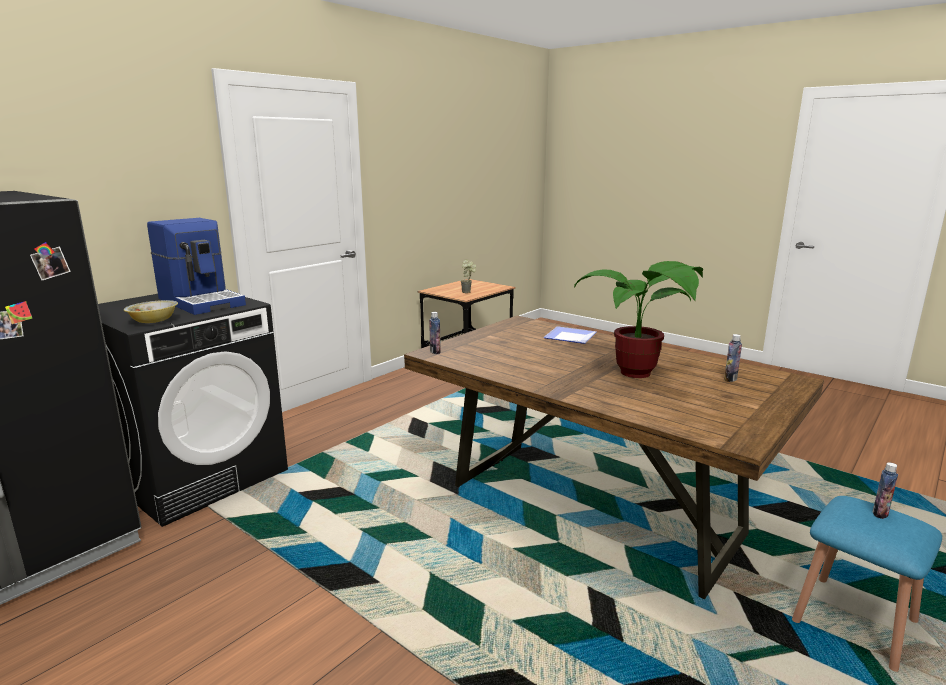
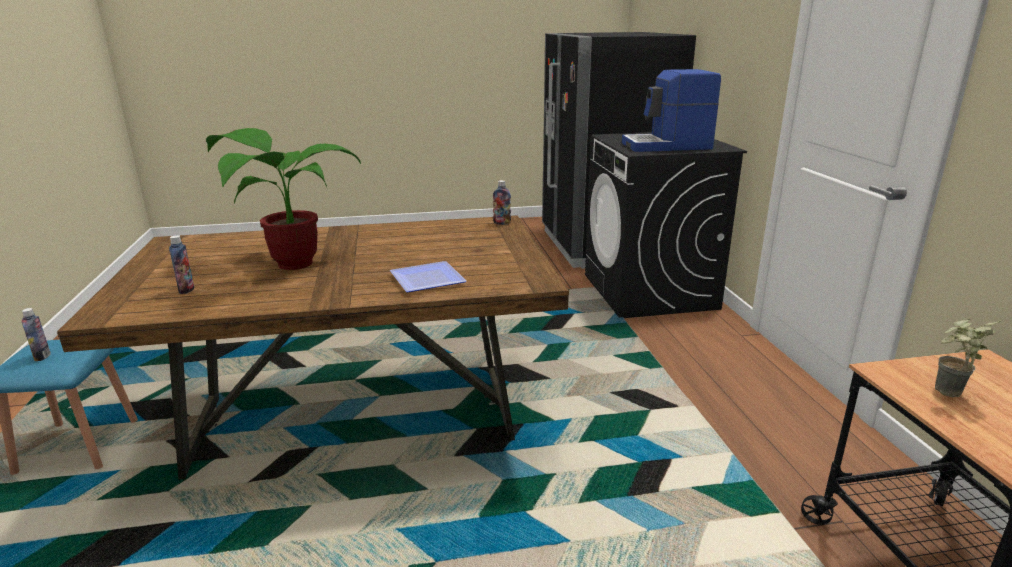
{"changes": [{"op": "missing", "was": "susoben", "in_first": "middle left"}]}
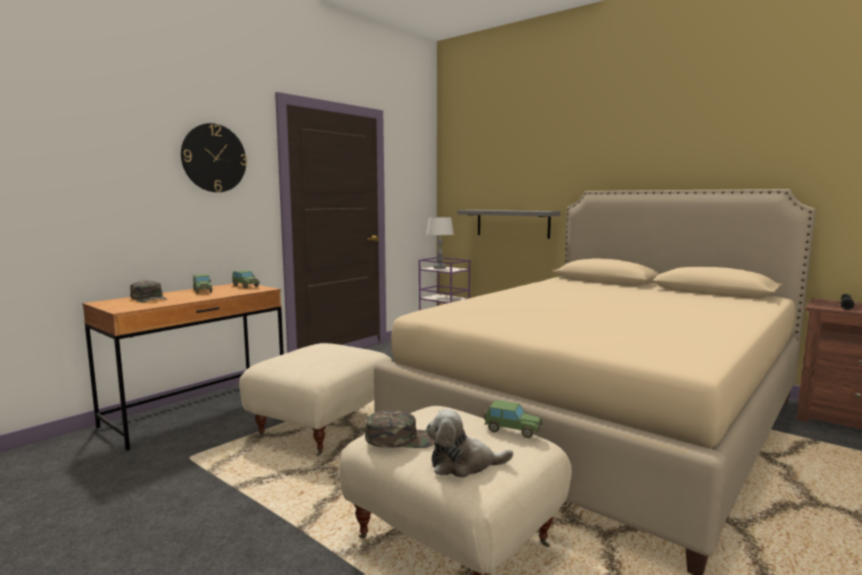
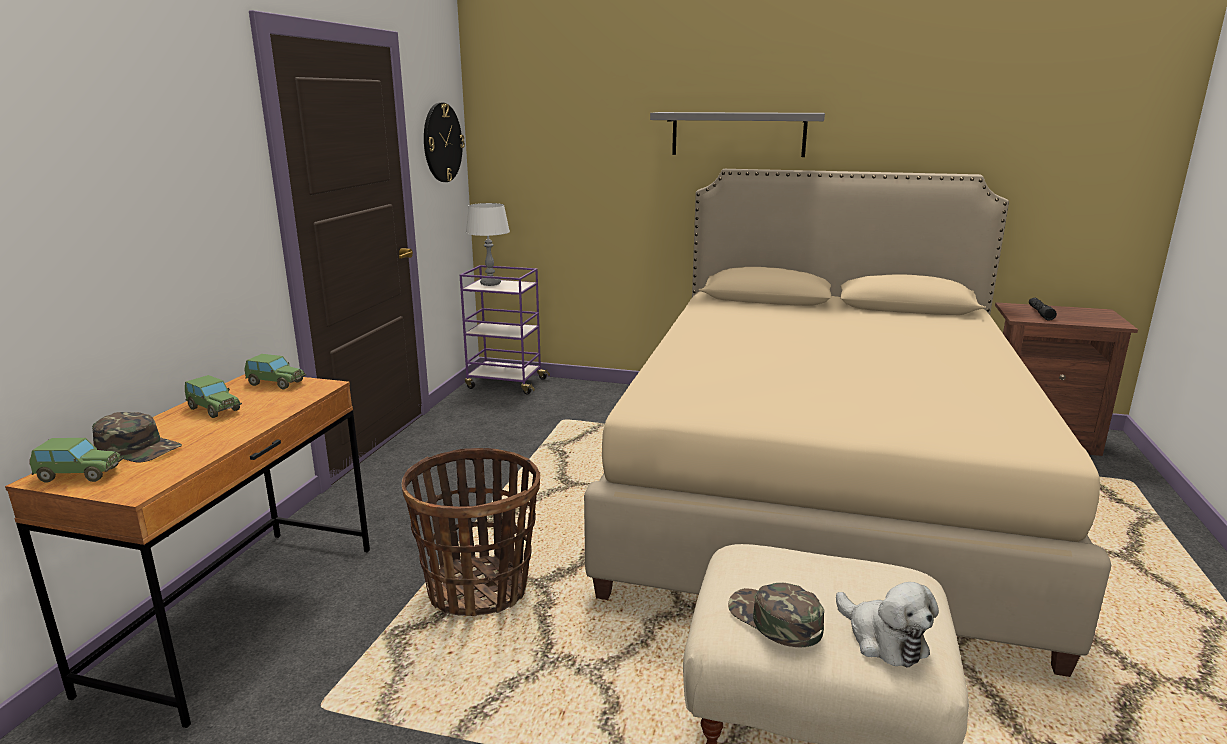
{"changes": [{"op": "relocated", "was": "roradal (no. 3 from left in the first image)", "now": "roradal (no. 1 from left)", "in_first": "bottom centre", "in_second": "middle left"}, {"op": "exchanged", "was": "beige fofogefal (no. 1 from left)", "now": "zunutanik", "in_first": "bottom centre", "in_second": "bottom centre"}, {"op": "relocated", "was": "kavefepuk", "in_first": "top left", "in_second": "top centre"}, {"op": "relocated", "was": "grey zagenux", "in_first": "centre", "in_second": "top centre"}, {"op": "spun", "was": "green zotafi (no. 2 from left)", "in_first": "bottom centre", "in_second": "bottom centre", "clockwise": -105}, {"op": "spun", "was": "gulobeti", "in_first": "bottom centre", "in_second": "bottom right", "clockwise": -90}]}
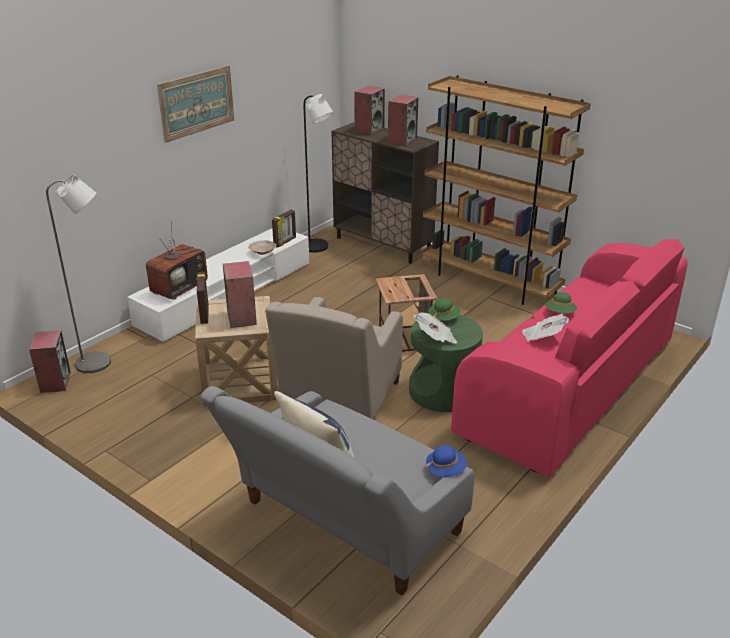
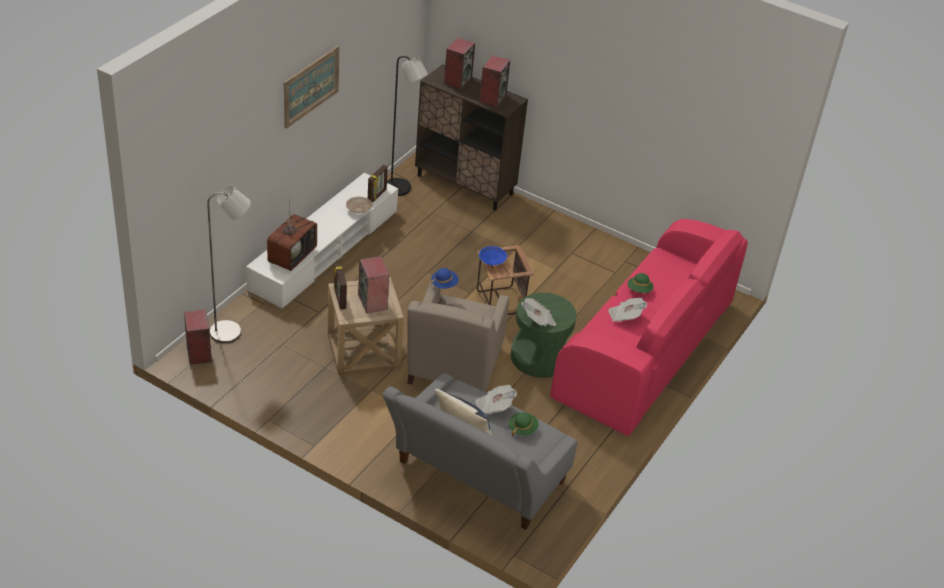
{"changes": [{"op": "relocated", "was": "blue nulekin", "in_first": "bottom centre", "in_second": "centre"}, {"op": "appeared", "now": "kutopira (no. 1 from left)", "in_second": "bottom centre"}, {"op": "appeared", "now": "blue susoben", "in_second": "centre"}, {"op": "relocated", "was": "green nulekin (no. 1 from left)", "in_first": "centre", "in_second": "bottom centre"}, {"op": "missing", "was": "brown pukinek", "in_first": "top right"}]}
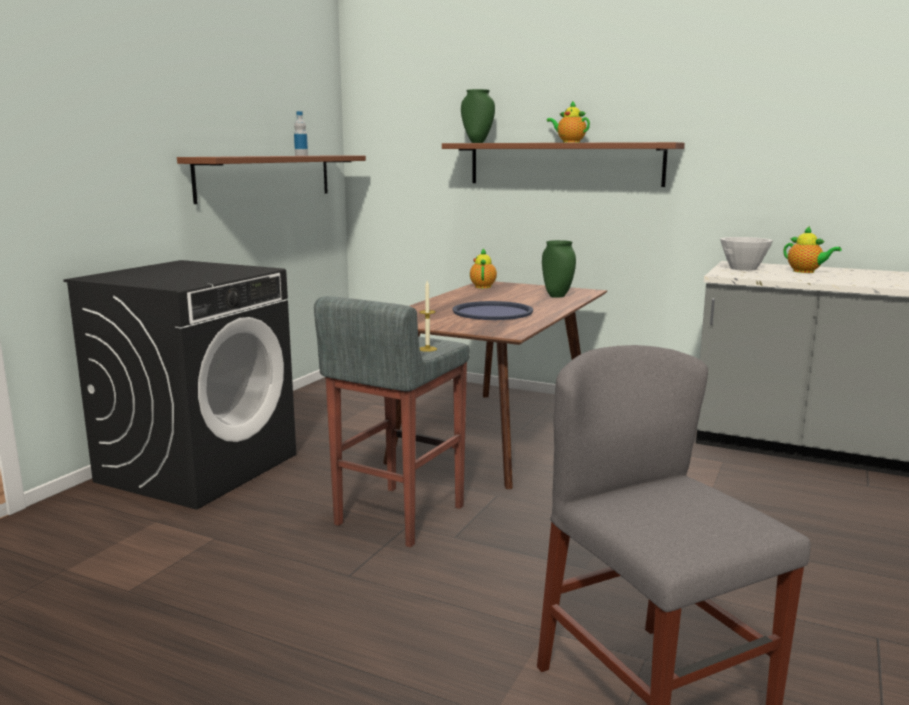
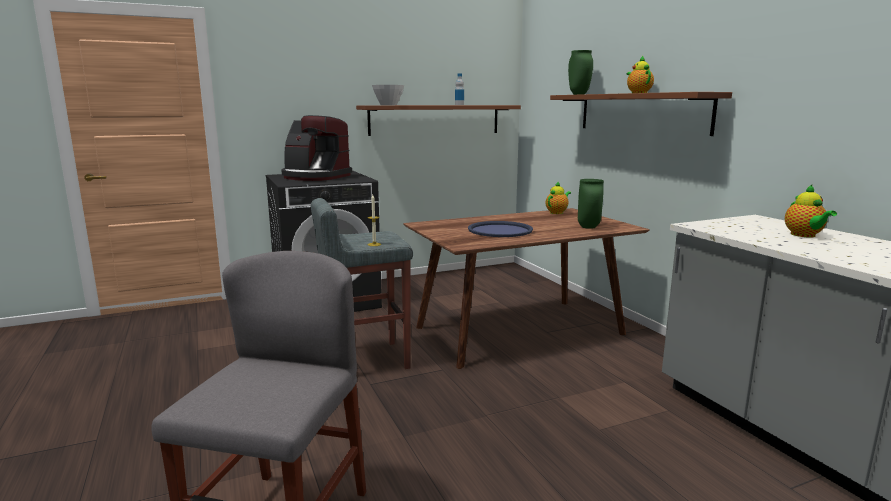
{"changes": [{"op": "appeared", "now": "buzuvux", "in_second": "top centre"}, {"op": "relocated", "was": "white susoben", "in_first": "middle right", "in_second": "top centre"}]}
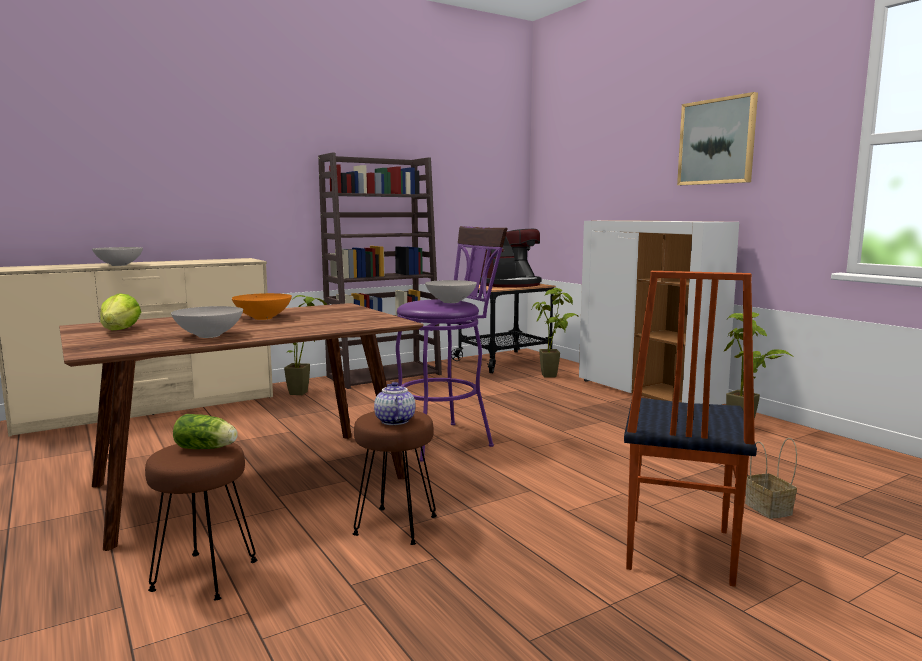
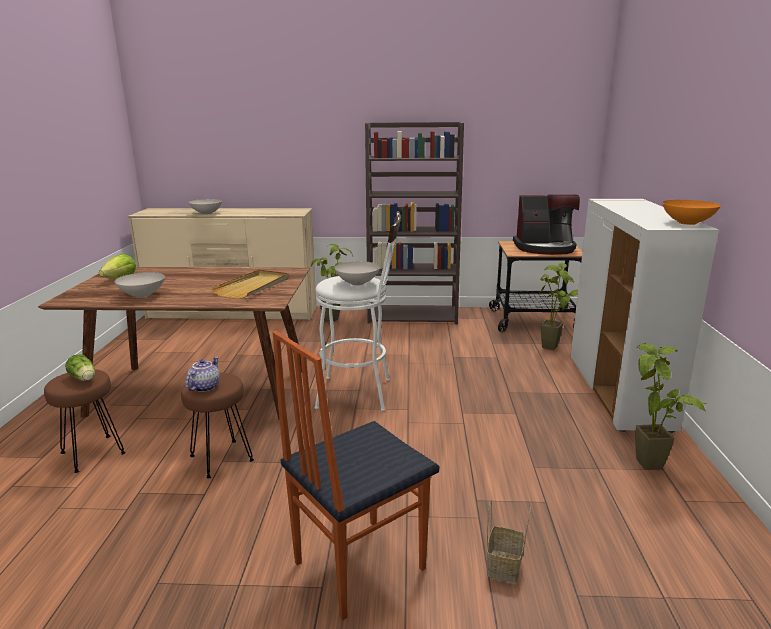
{"changes": [{"op": "appeared", "now": "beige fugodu", "in_second": "middle left"}, {"op": "colour", "was": "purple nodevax", "now": "white nodevax", "in_first": "centre", "in_second": "centre"}, {"op": "relocated", "was": "orange susoben", "in_first": "middle left", "in_second": "middle right"}, {"op": "missing", "was": "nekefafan", "in_first": "top right"}]}
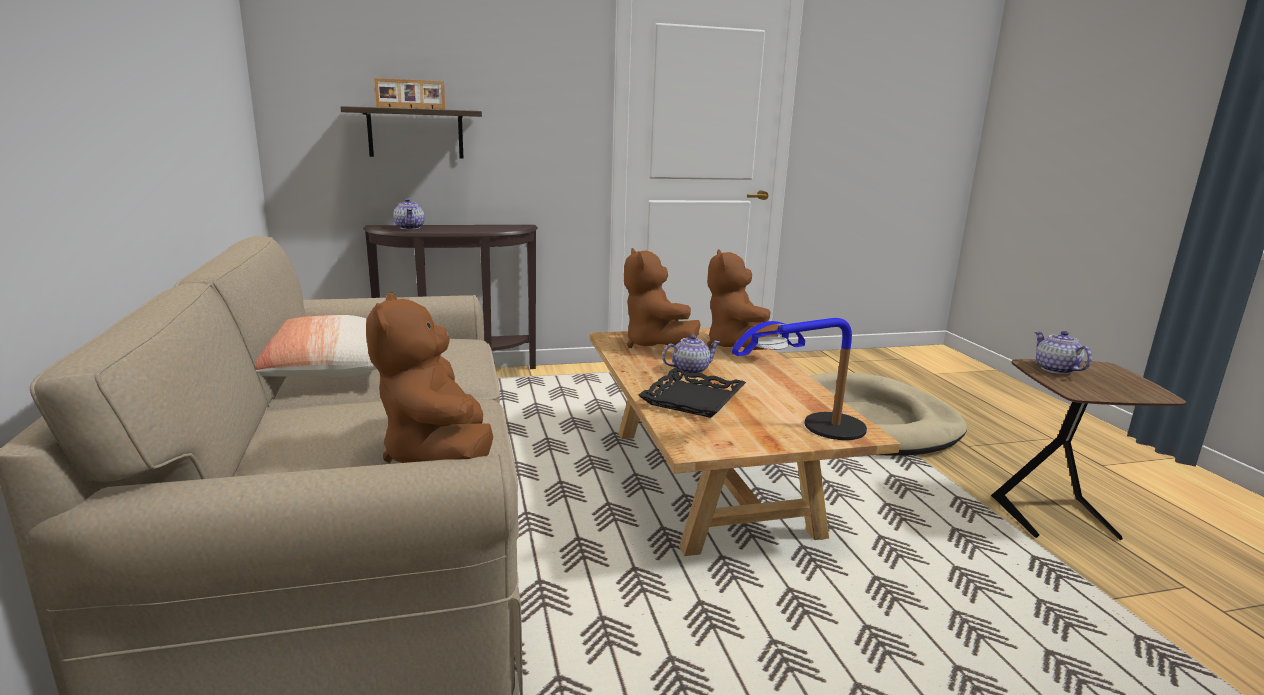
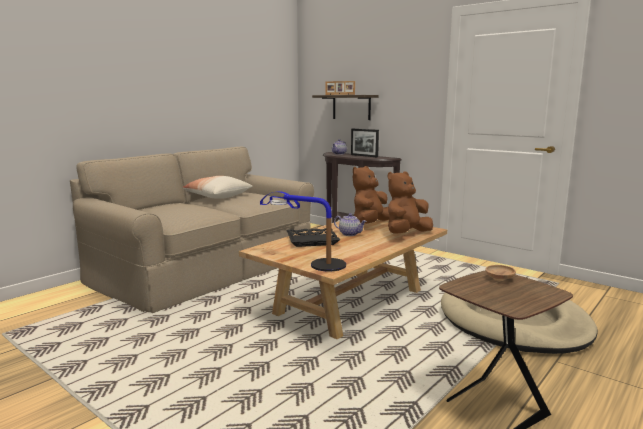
{"changes": [{"op": "appeared", "now": "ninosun (no. 2 from left)", "in_second": "centre"}, {"op": "exchanged", "was": "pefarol (no. 3 from left)", "now": "brown susoben", "in_first": "middle right", "in_second": "middle right"}, {"op": "missing", "was": "brown gulobeti (no. 1 from left)", "in_first": "centre"}]}
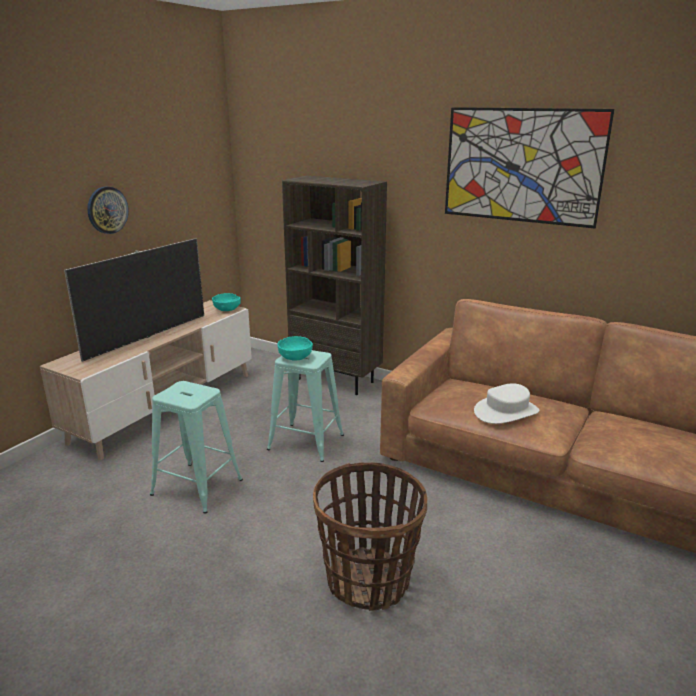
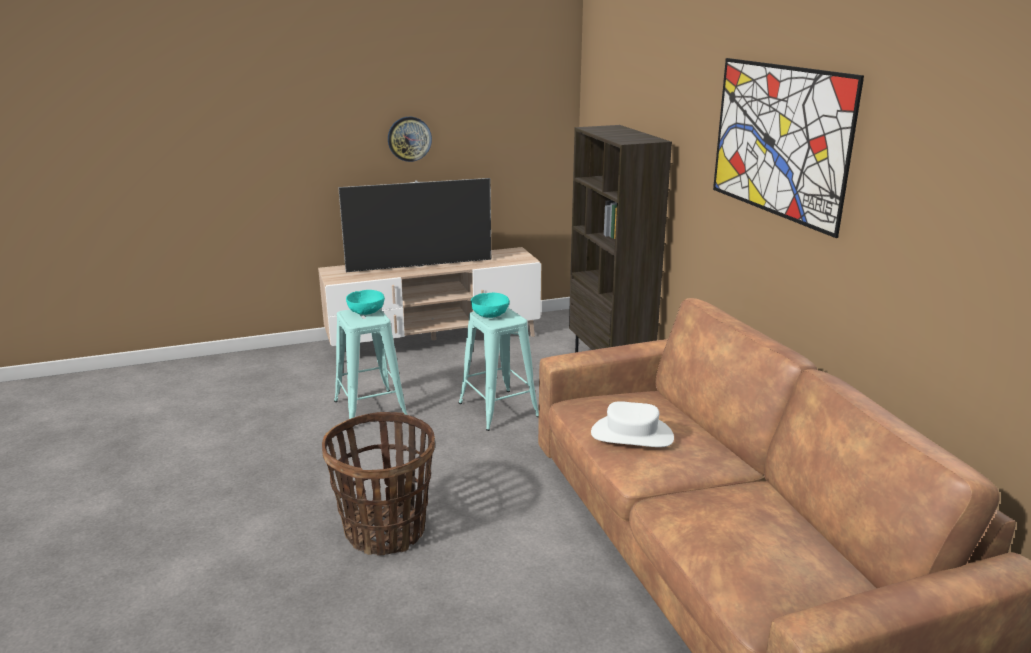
{"changes": [{"op": "relocated", "was": "turquoise susoben (no. 1 from left)", "in_first": "middle left", "in_second": "centre"}]}
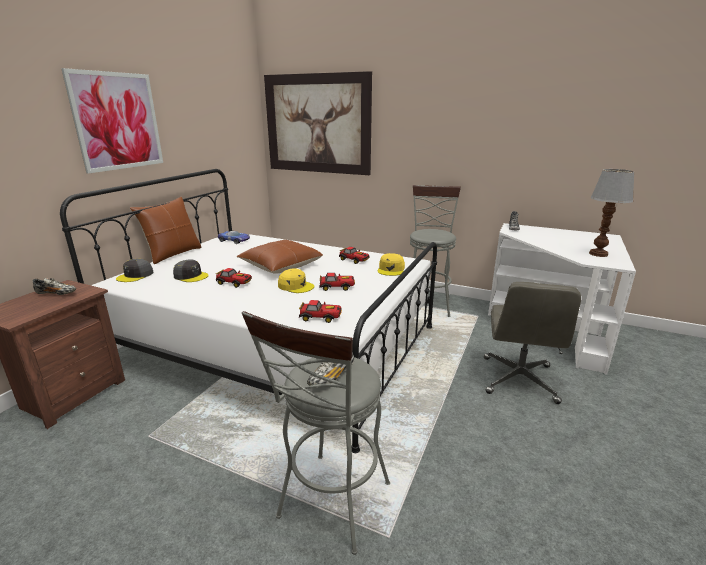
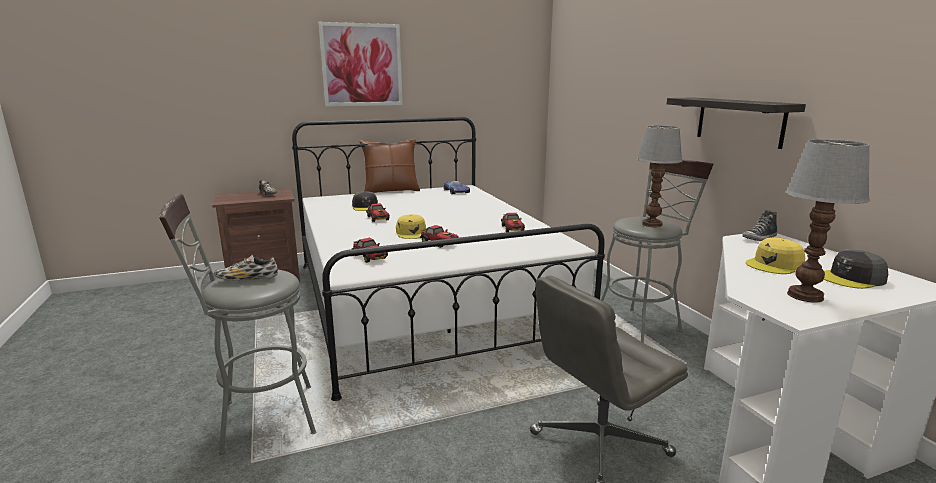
{"changes": [{"op": "appeared", "now": "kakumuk (no. 1 from left)", "in_second": "middle right"}, {"op": "appeared", "now": "zagenux", "in_second": "top right"}, {"op": "relocated", "was": "yellow zotafi (no. 2 from left)", "in_first": "centre", "in_second": "middle right"}, {"op": "relocated", "was": "grey zotafi (no. 1 from left in the first image)", "now": "grey zotafi (no. 2 from left)", "in_first": "middle left", "in_second": "middle right"}, {"op": "missing", "was": "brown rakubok (no. 2 from left)", "in_first": "centre"}, {"op": "missing", "was": "nekefafan (no. 2 from left)", "in_first": "top centre"}]}
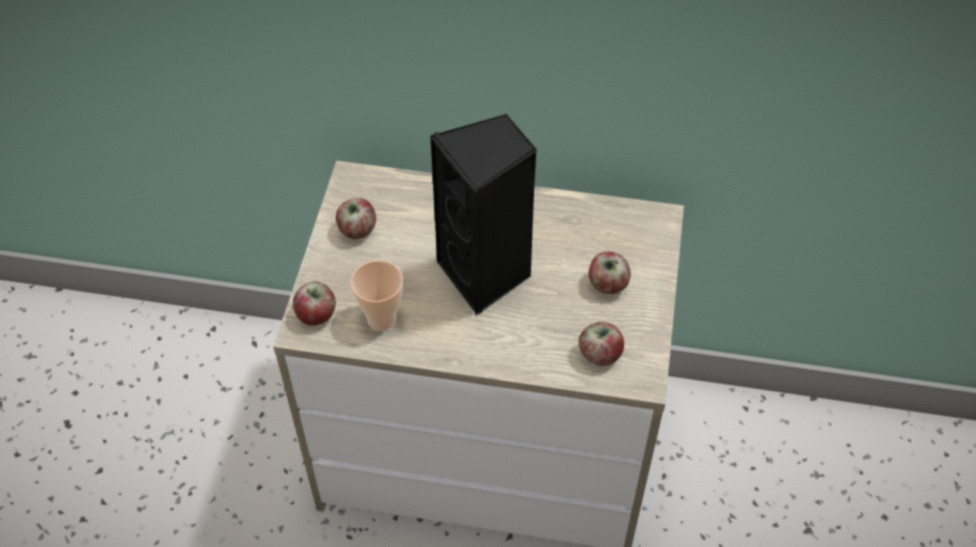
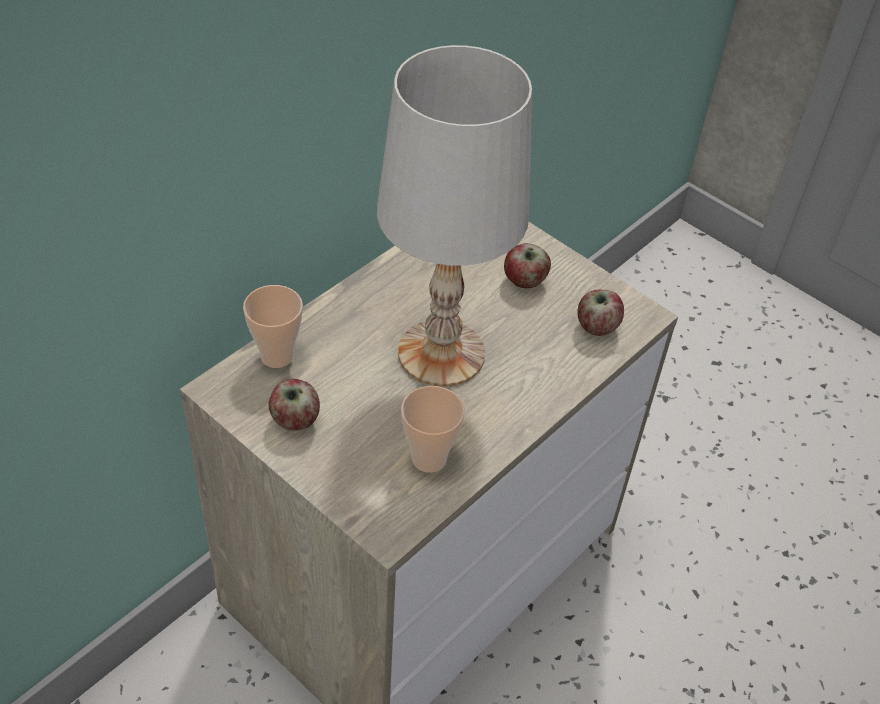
{"changes": [{"op": "appeared", "now": "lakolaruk (no. 1 from left)", "in_second": "middle left"}, {"op": "exchanged", "was": "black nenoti", "now": "white kakumuk", "in_first": "centre", "in_second": "top centre"}, {"op": "missing", "was": "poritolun (no. 1 from left)", "in_first": "middle left"}]}
